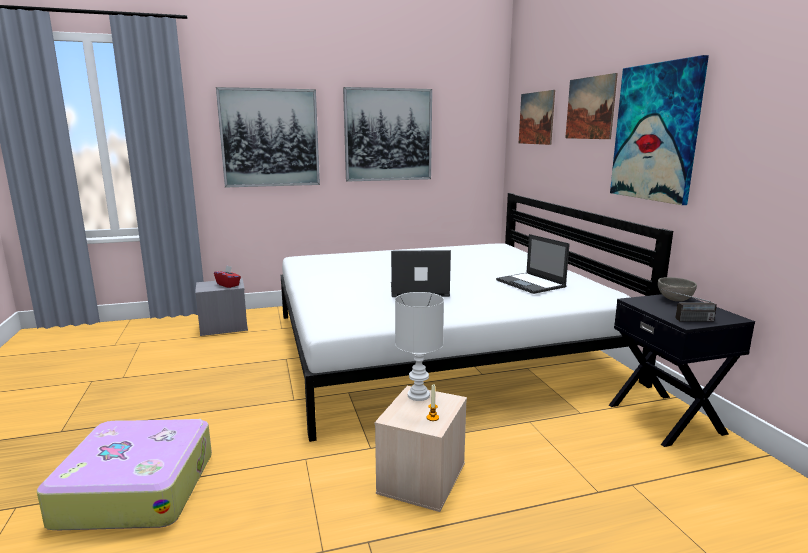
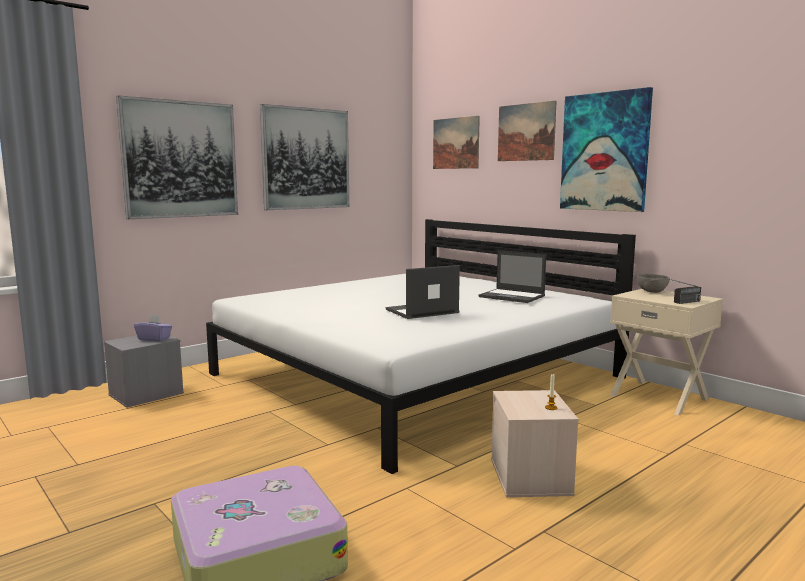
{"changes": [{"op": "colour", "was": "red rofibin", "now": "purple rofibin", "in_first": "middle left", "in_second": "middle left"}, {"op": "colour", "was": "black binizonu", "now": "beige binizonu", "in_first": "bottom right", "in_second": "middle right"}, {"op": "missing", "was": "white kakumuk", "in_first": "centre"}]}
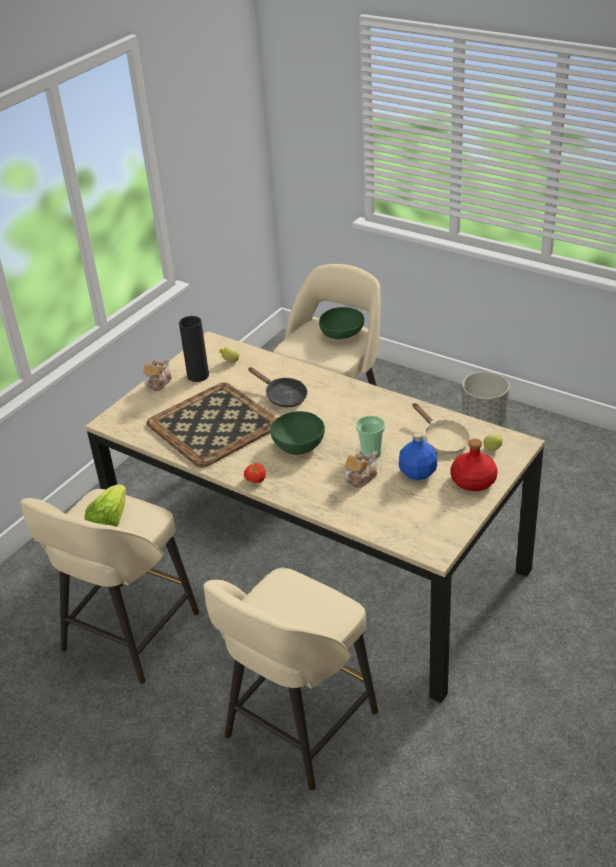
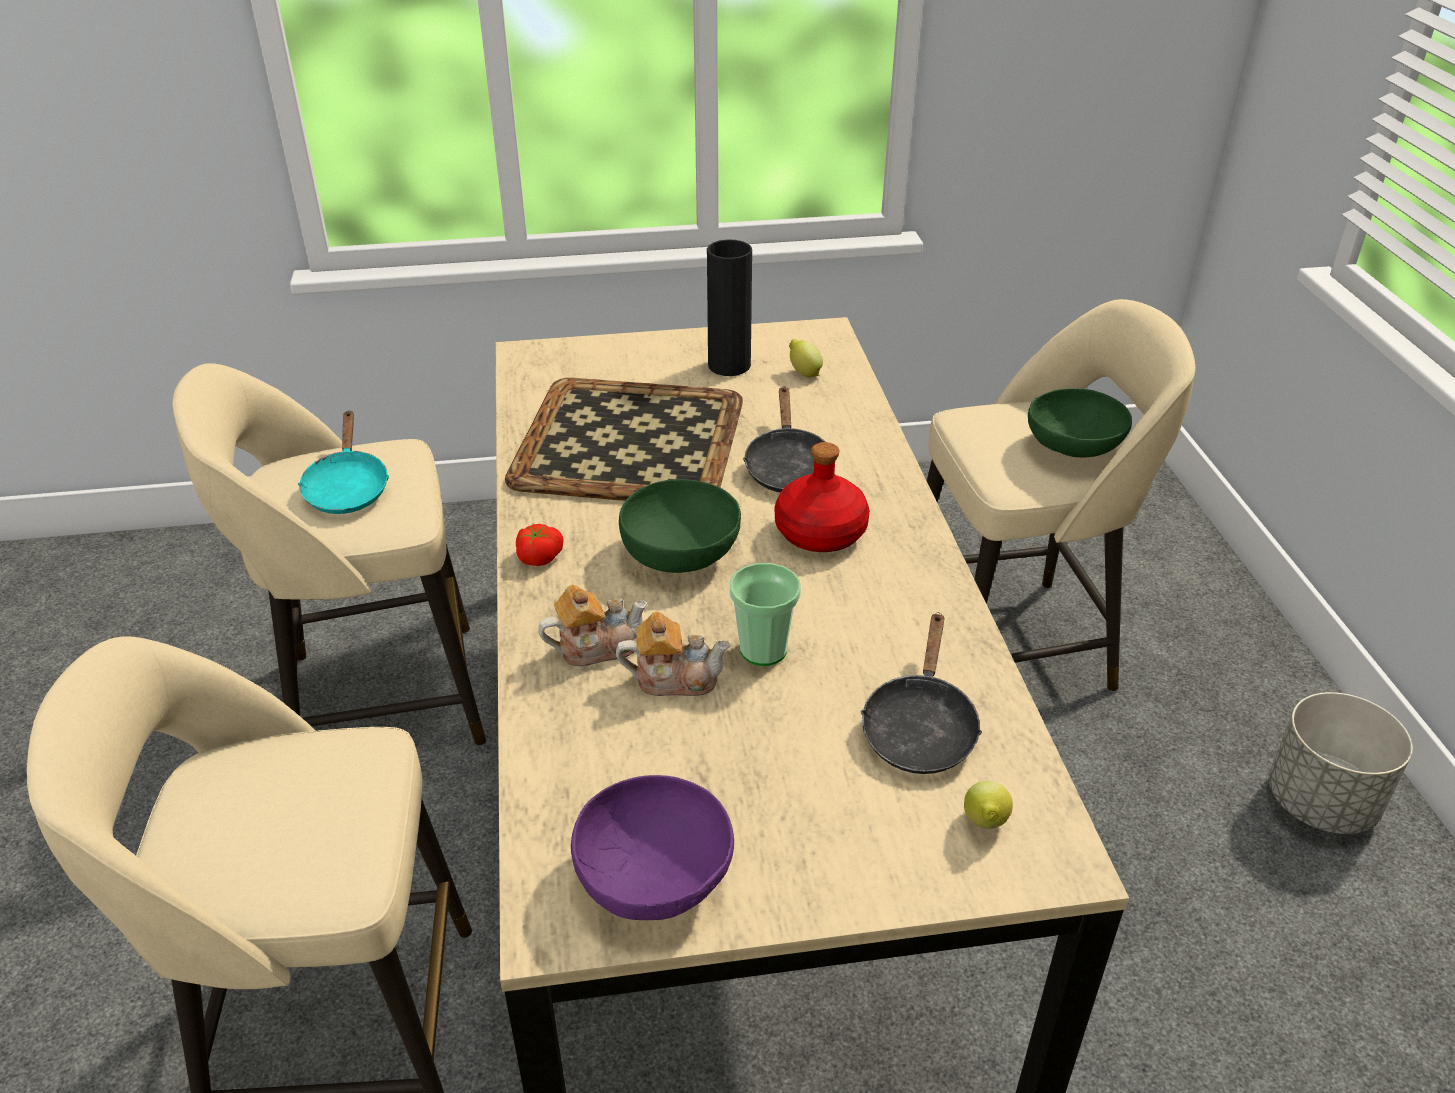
{"changes": [{"op": "exchanged", "was": "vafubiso", "now": "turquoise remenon", "in_first": "middle left", "in_second": "middle left"}, {"op": "relocated", "was": "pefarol (no. 1 from left)", "in_first": "middle left", "in_second": "centre"}, {"op": "appeared", "now": "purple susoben", "in_second": "bottom centre"}, {"op": "relocated", "was": "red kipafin", "in_first": "middle right", "in_second": "centre"}, {"op": "colour", "was": "beige remenon", "now": "black remenon (no. 2 from left)", "in_first": "middle right", "in_second": "centre"}, {"op": "missing", "was": "blue kipafin", "in_first": "middle right"}]}
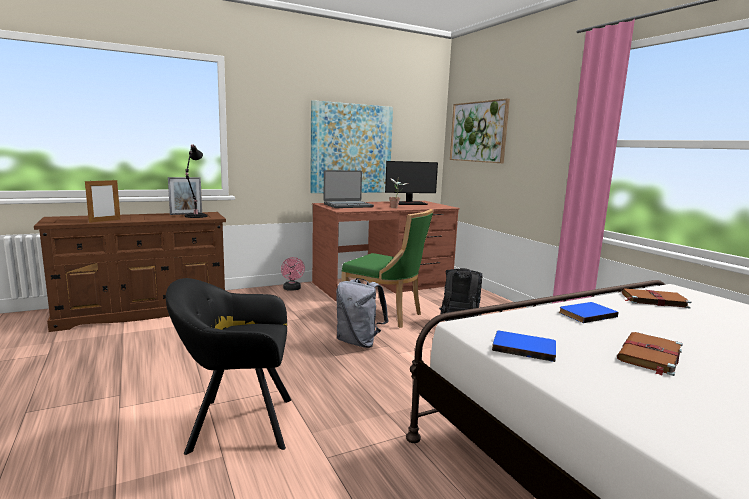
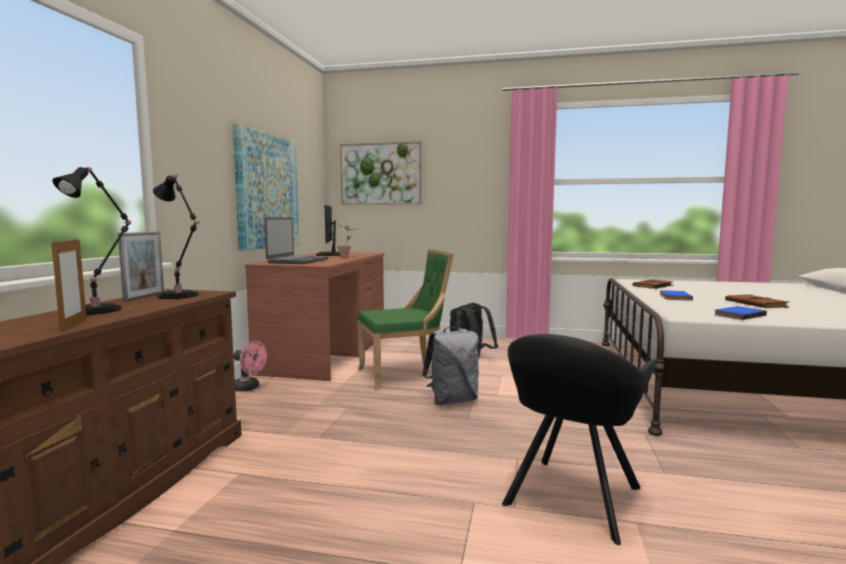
{"changes": [{"op": "appeared", "now": "black kakumuk (no. 1 from left)", "in_second": "middle left"}, {"op": "spun", "was": "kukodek", "in_first": "centre", "in_second": "centre", "clockwise": 150}]}
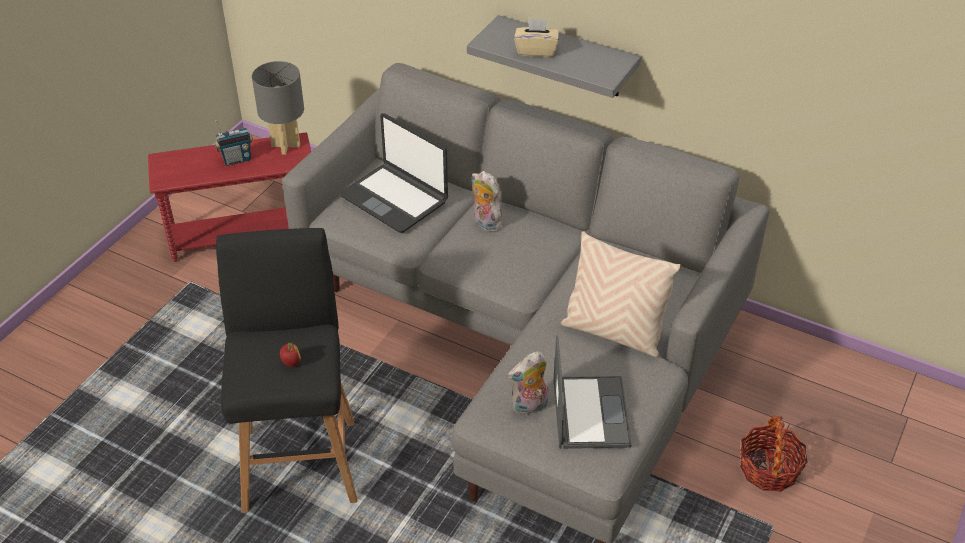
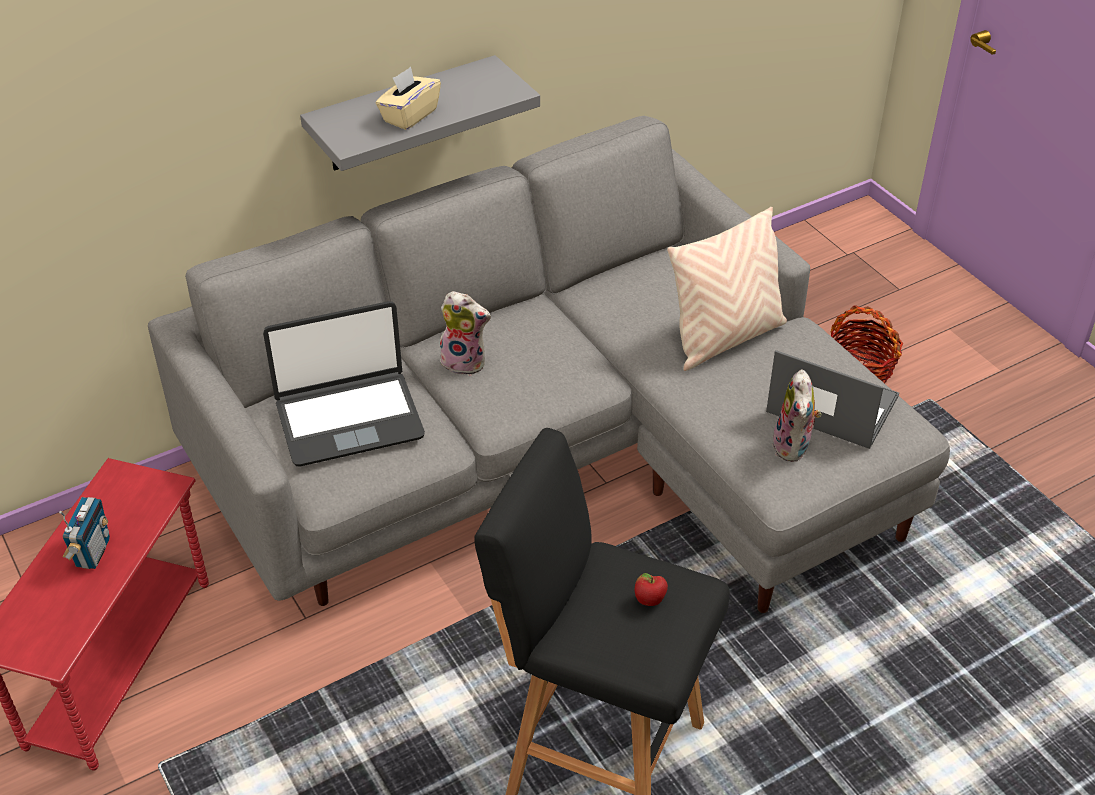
{"changes": [{"op": "spun", "was": "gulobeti (no. 1 from left)", "in_first": "centre", "in_second": "centre", "clockwise": -150}, {"op": "missing", "was": "grey kakumuk", "in_first": "top left"}]}
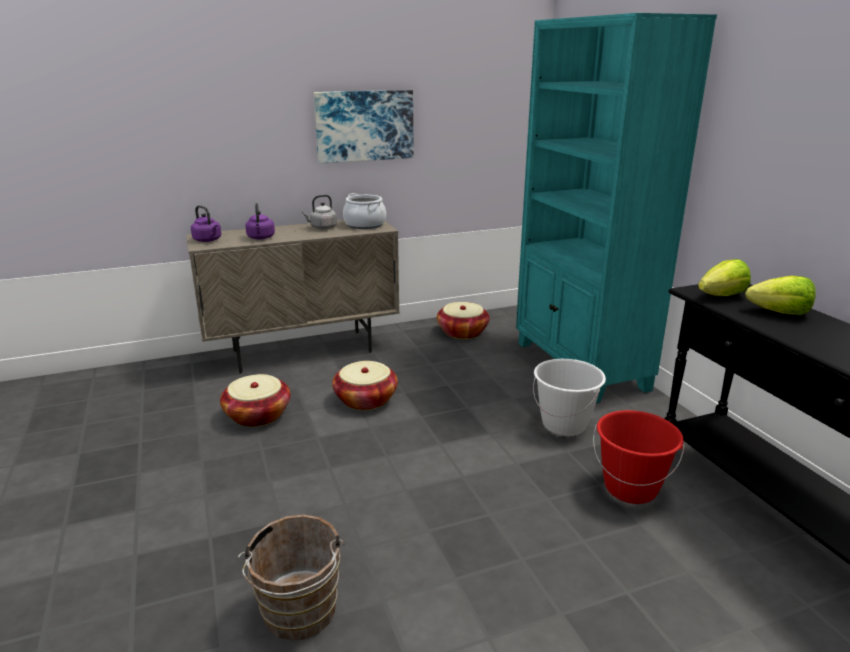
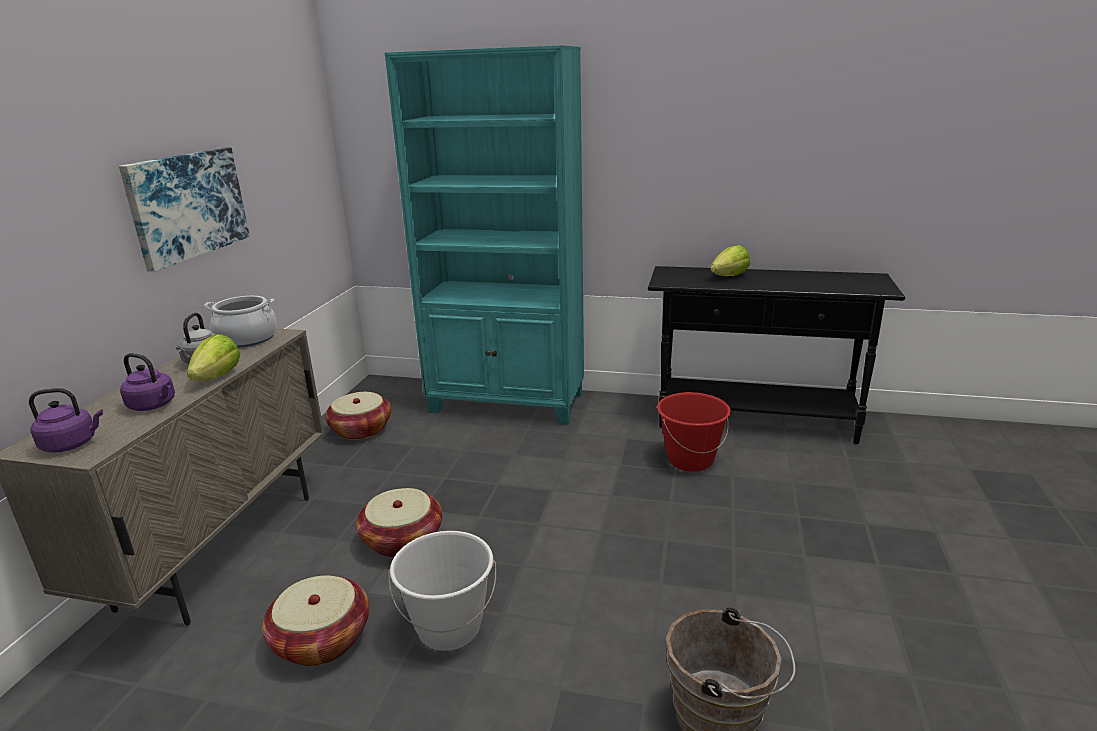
{"changes": [{"op": "relocated", "was": "vafubiso (no. 1 from left)", "in_first": "middle right", "in_second": "middle left"}, {"op": "relocated", "was": "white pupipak", "in_first": "middle right", "in_second": "bottom centre"}]}
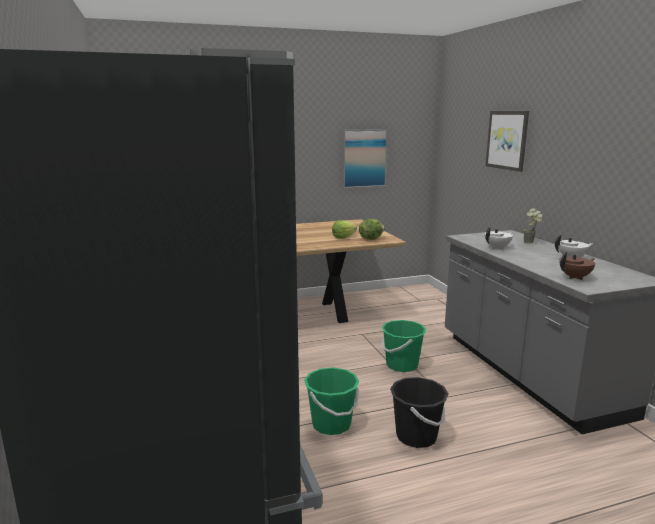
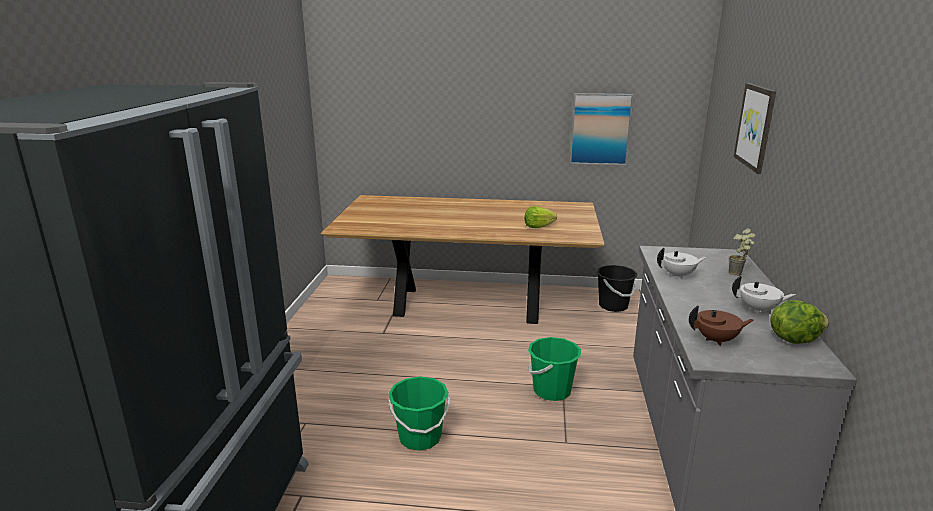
{"changes": [{"op": "relocated", "was": "black pupipak", "in_first": "bottom centre", "in_second": "centre"}, {"op": "relocated", "was": "vafubiso (no. 2 from left)", "in_first": "centre", "in_second": "middle right"}]}
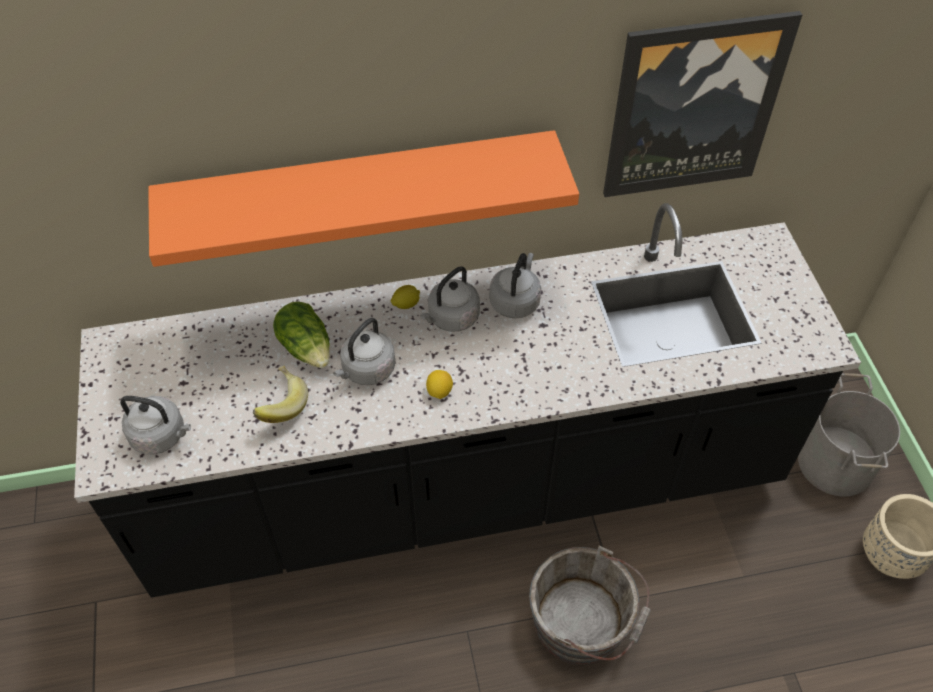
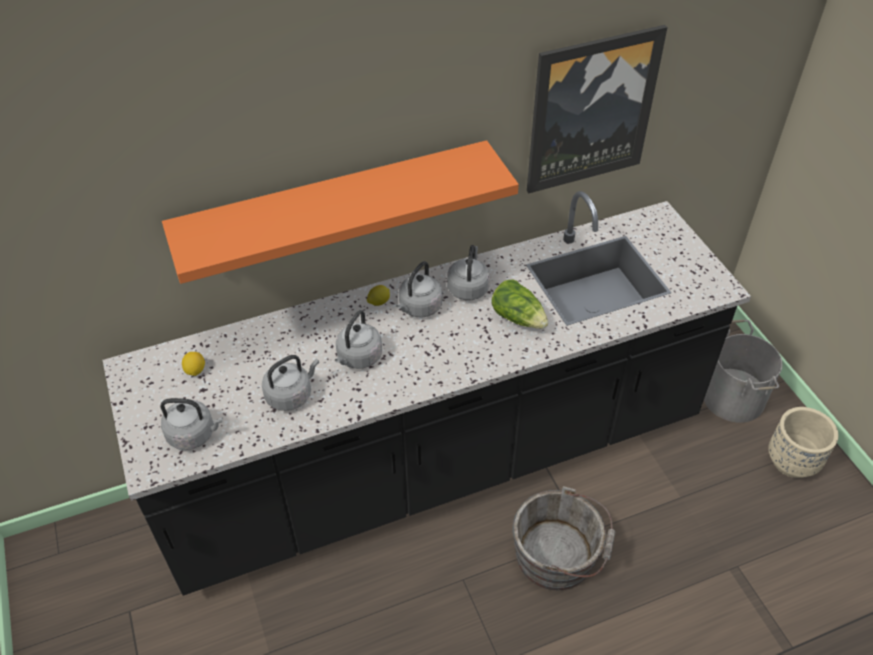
{"changes": [{"op": "relocated", "was": "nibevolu (no. 2 from left in the first image)", "now": "nibevolu (no. 1 from left)", "in_first": "centre", "in_second": "middle left"}, {"op": "exchanged", "was": "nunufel", "now": "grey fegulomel (no. 2 from left)", "in_first": "middle left", "in_second": "middle left"}, {"op": "relocated", "was": "vafubiso", "in_first": "middle left", "in_second": "centre"}]}
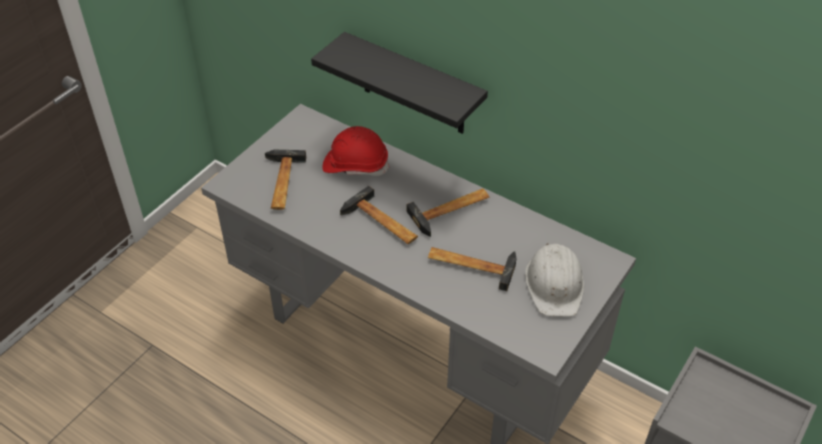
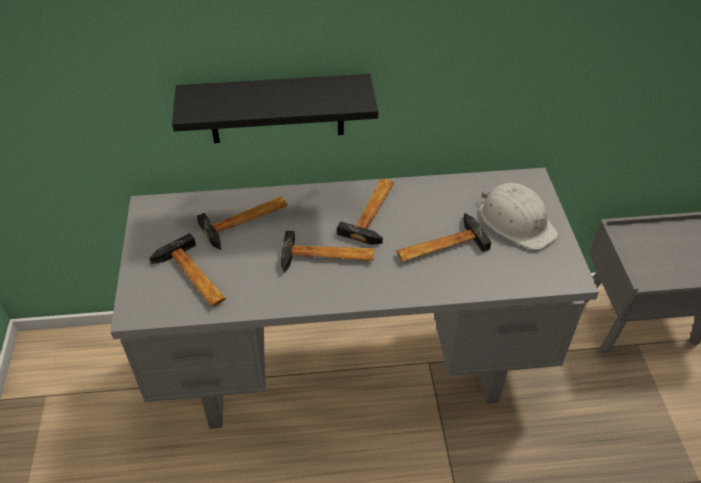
{"changes": [{"op": "exchanged", "was": "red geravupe", "now": "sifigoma (no. 2 from left)", "in_first": "centre", "in_second": "centre"}]}
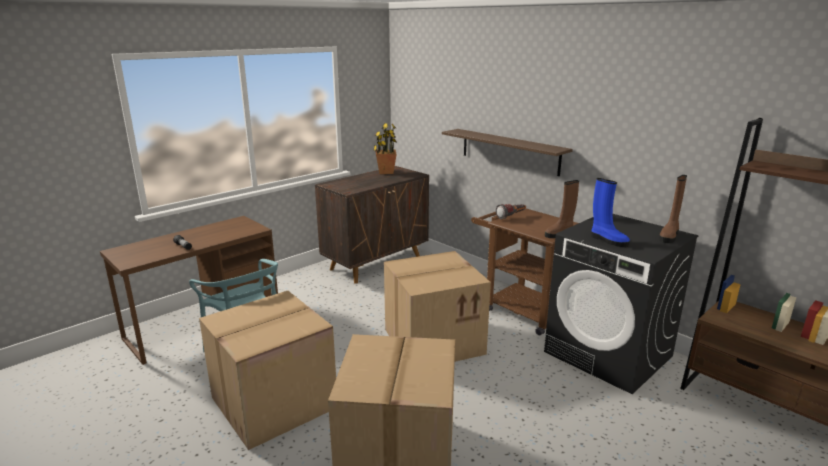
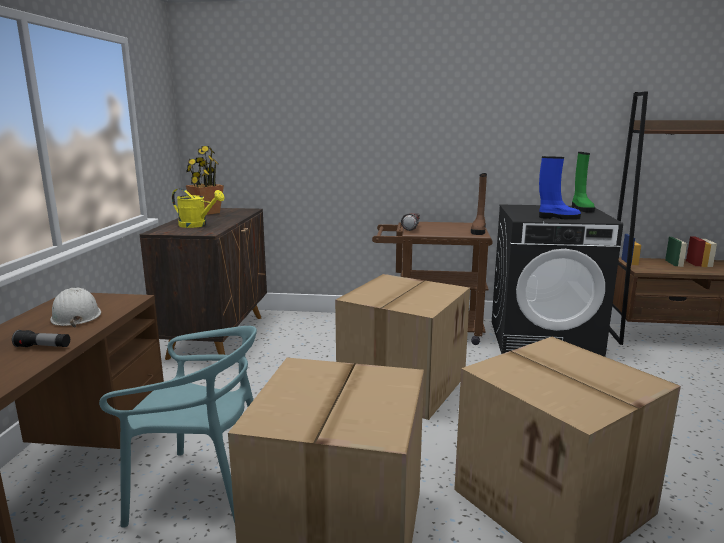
{"changes": [{"op": "appeared", "now": "white geravupe", "in_second": "middle left"}, {"op": "appeared", "now": "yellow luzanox", "in_second": "middle left"}, {"op": "colour", "was": "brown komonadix (no. 2 from left)", "now": "green komonadix", "in_first": "middle right", "in_second": "middle right"}, {"op": "missing", "was": "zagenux", "in_first": "top centre"}]}
